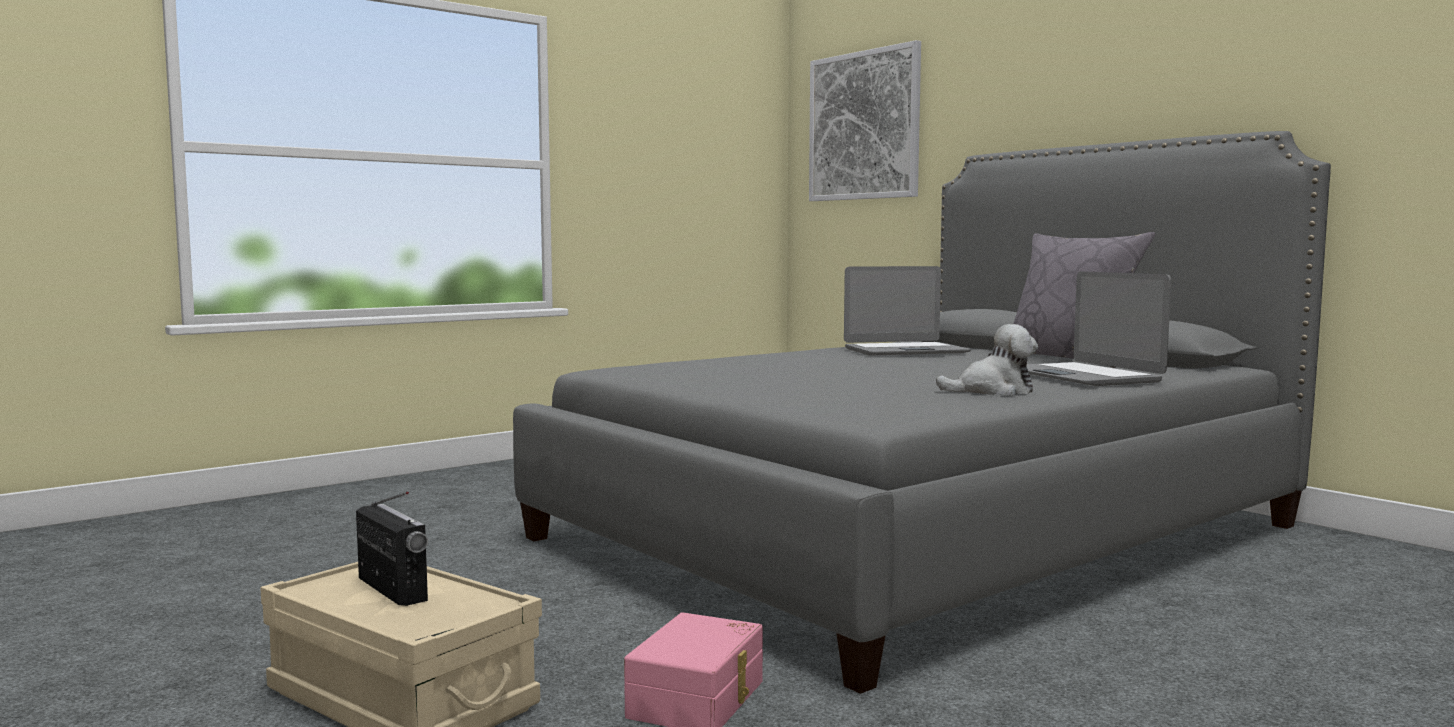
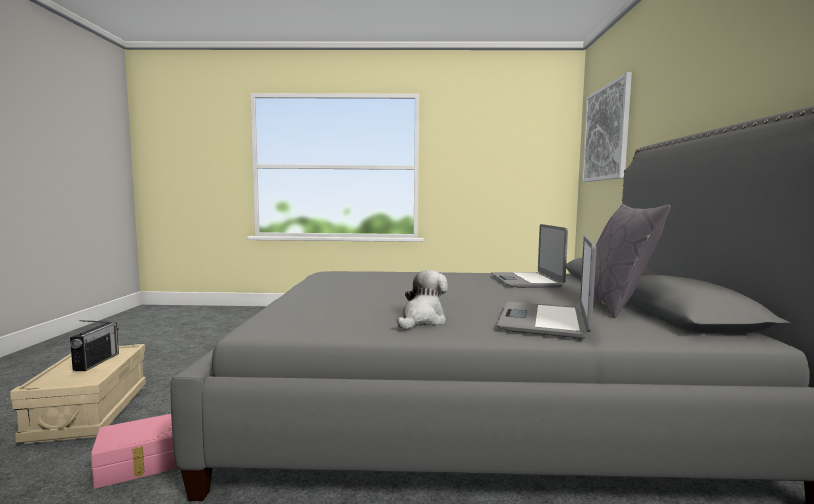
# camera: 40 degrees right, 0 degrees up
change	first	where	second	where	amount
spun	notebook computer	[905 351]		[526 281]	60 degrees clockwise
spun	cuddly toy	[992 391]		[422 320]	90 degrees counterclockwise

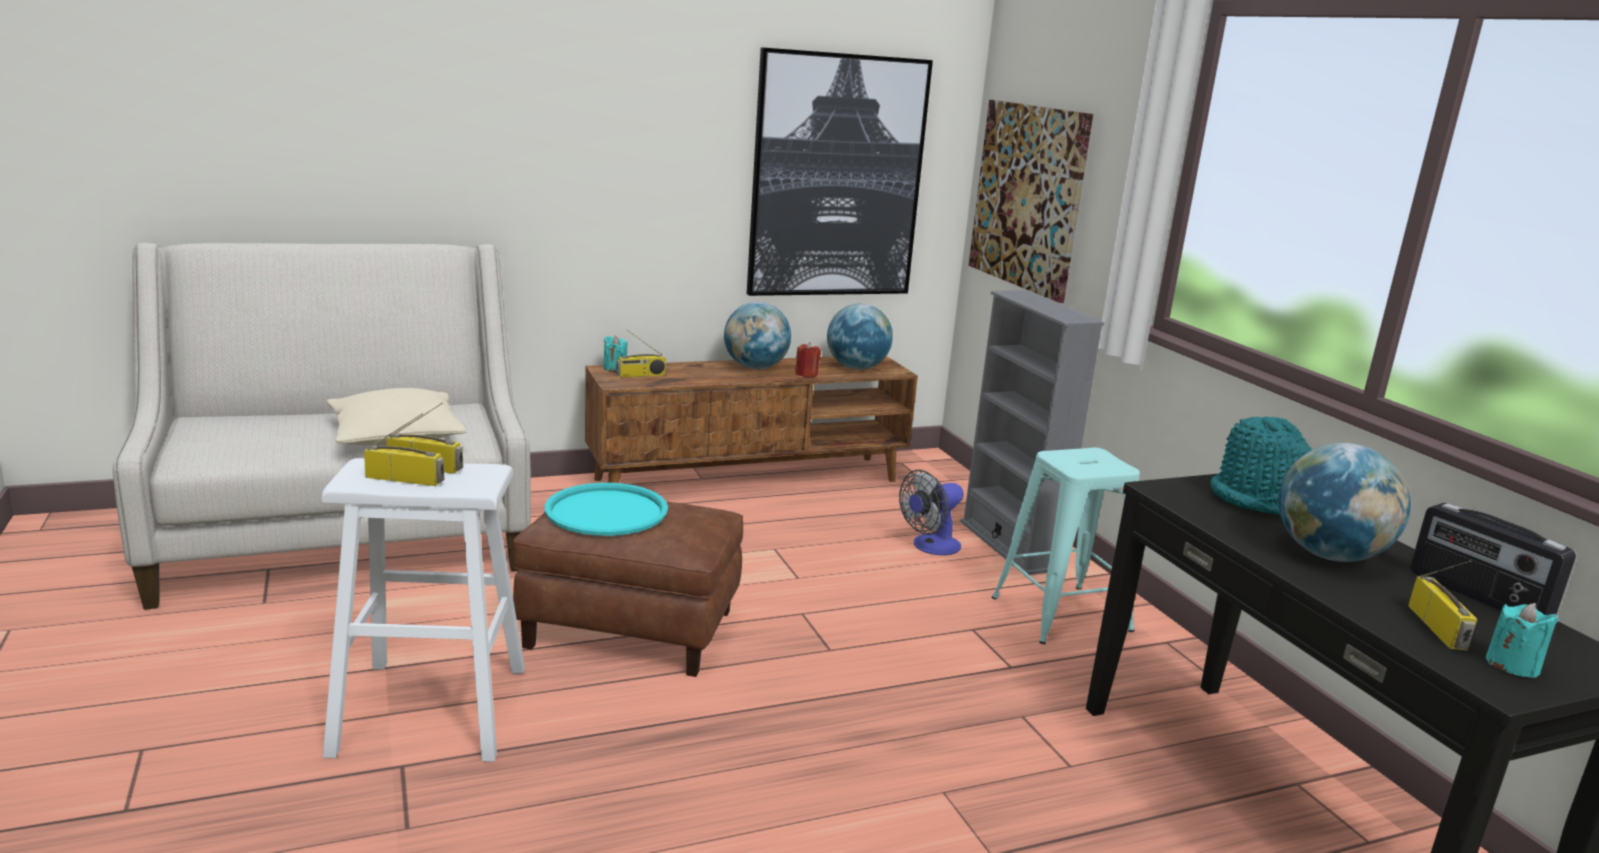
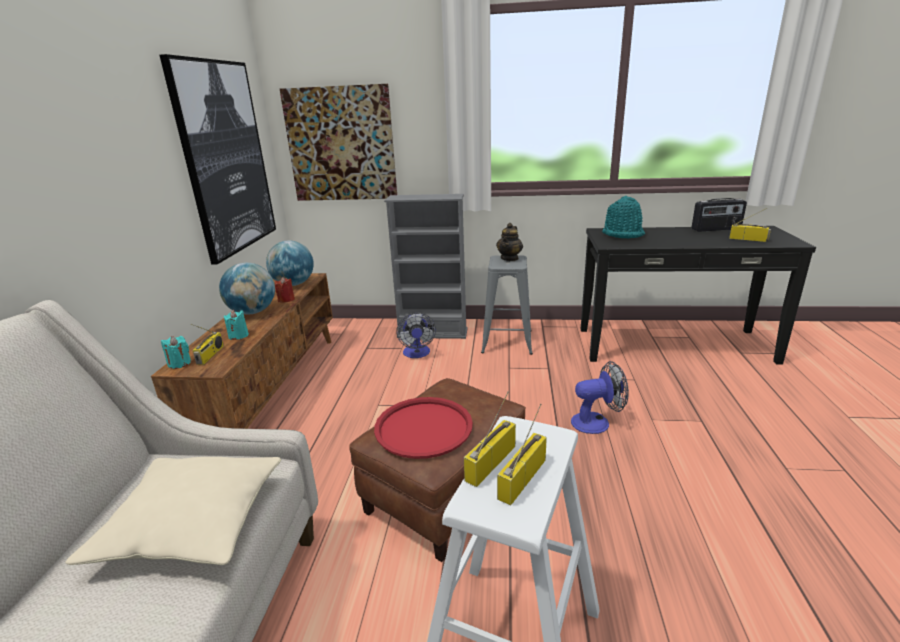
# camera: 60 degrees left, 5 degrees up
change	first	where	second	where	amount
colour	tray in blue-green	[607 511]	tray in red	[423 427]	
colour	stool seat in blue-green	[1061 614]	stool seat in greyish	[507 341]	
missing	world globe	[1329 555]			
relocated	wax light in blue-green	[1512 665]		[238 336]	
appeared			teapot	[509 258]	
appeared			cooling fan	[596 422]	

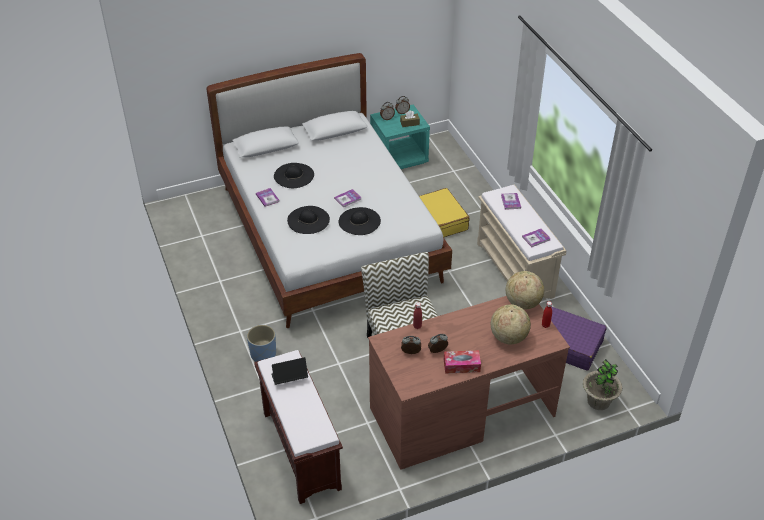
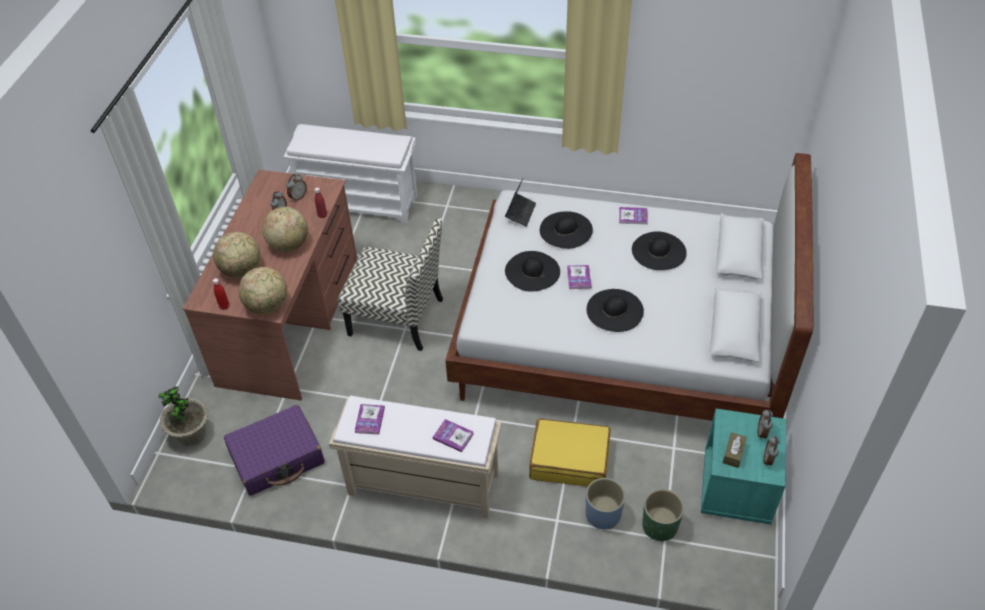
# camera: 125 degrees right, 5 degrees up
change	first	where	second	where	amount
relocated	flower pot in blue	[263 354]		[603 514]	
colour	long seat in brown-coloured	[300 449]	long seat in white	[360 202]	
relocated	notebook computer	[289 378]		[520 212]	
missing	box of tissues	[461 365]			
appeared			world globe	[289 244]	
appeared			hat in black-coloured	[615 310]	
appeared			flower pot in green	[660 526]	

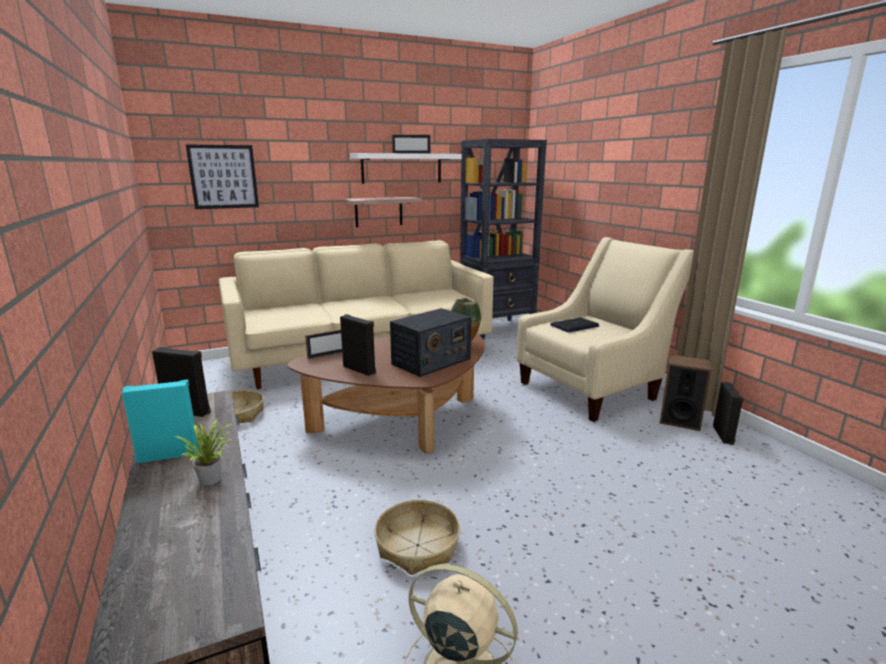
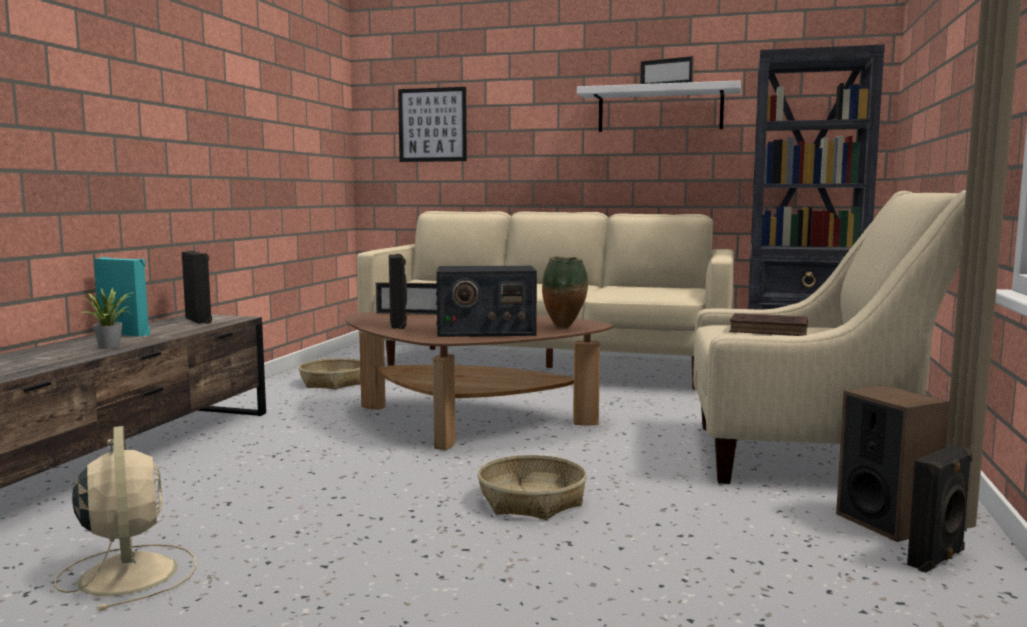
# camera: 40 degrees right, 10 degrees down
change	first	where	second	where	amount
missing	wall shelf	[378 212]			
relocated	household basket	[418 545]		[532 501]	
exchanged	notebook computer	[574 326]	volume in brown-coloured	[771 330]	

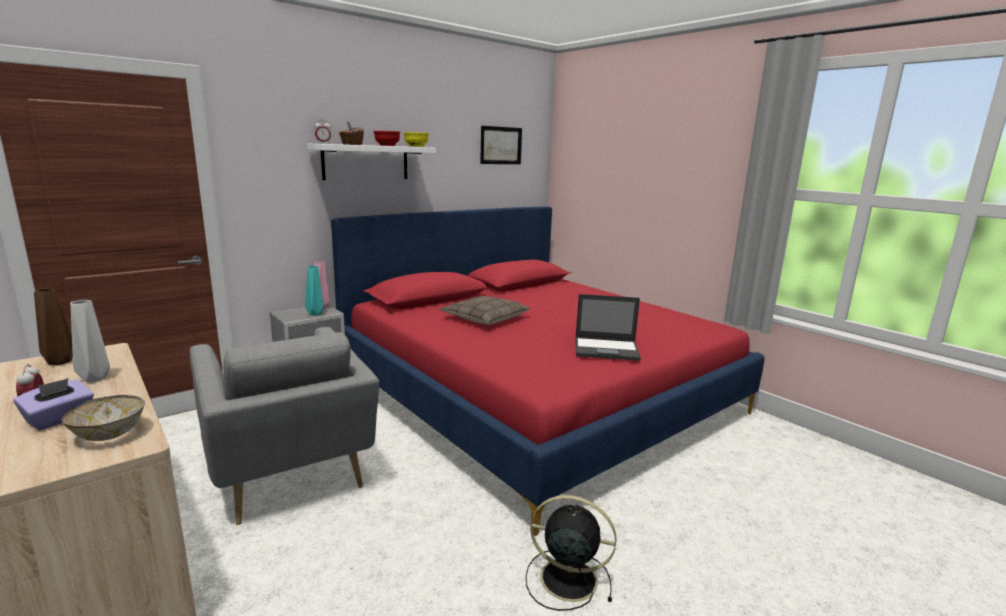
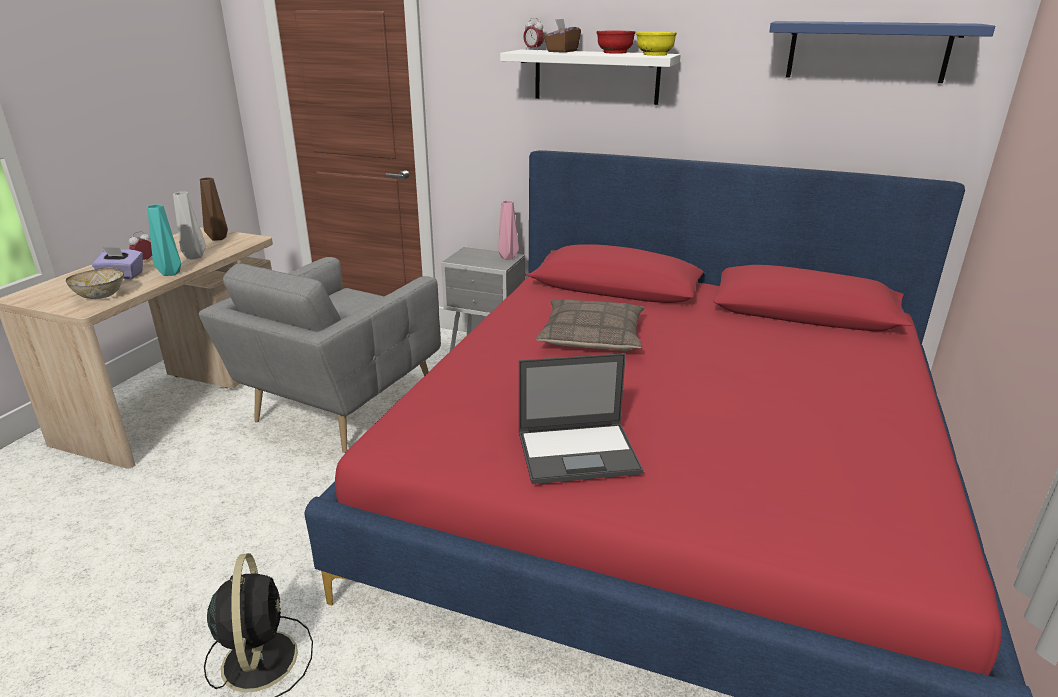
# camera: 60 degrees right, 10 degrees up
change	first	where	second	where	amount
relocated	decorative vase in blue-green	[316 314]		[170 273]	
exchanged	wall picture	[501 145]	wall shelf in blue	[867 51]	
spun	notebook computer	[607 349]		[579 452]	75 degrees counterclockwise

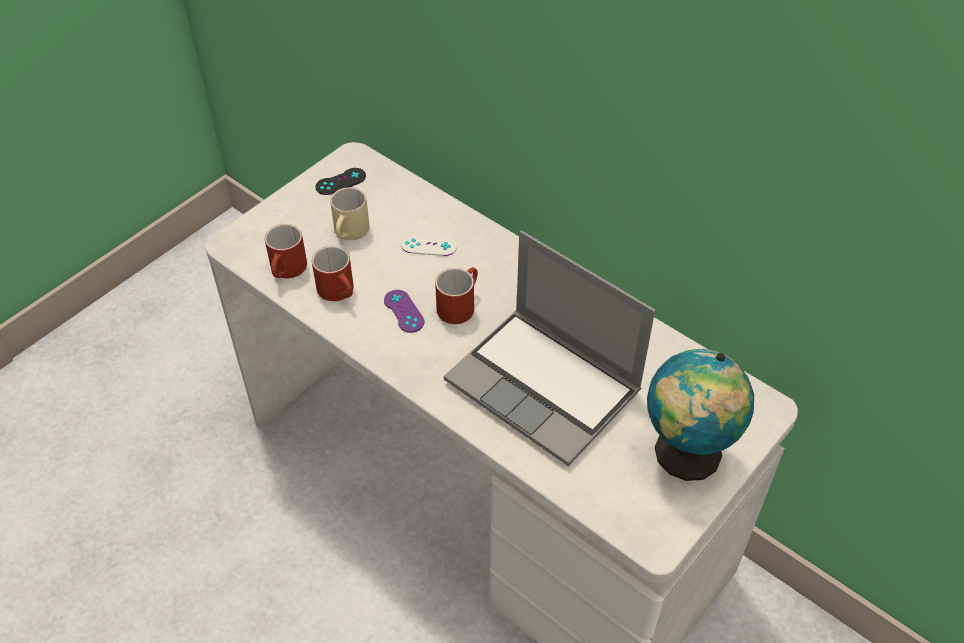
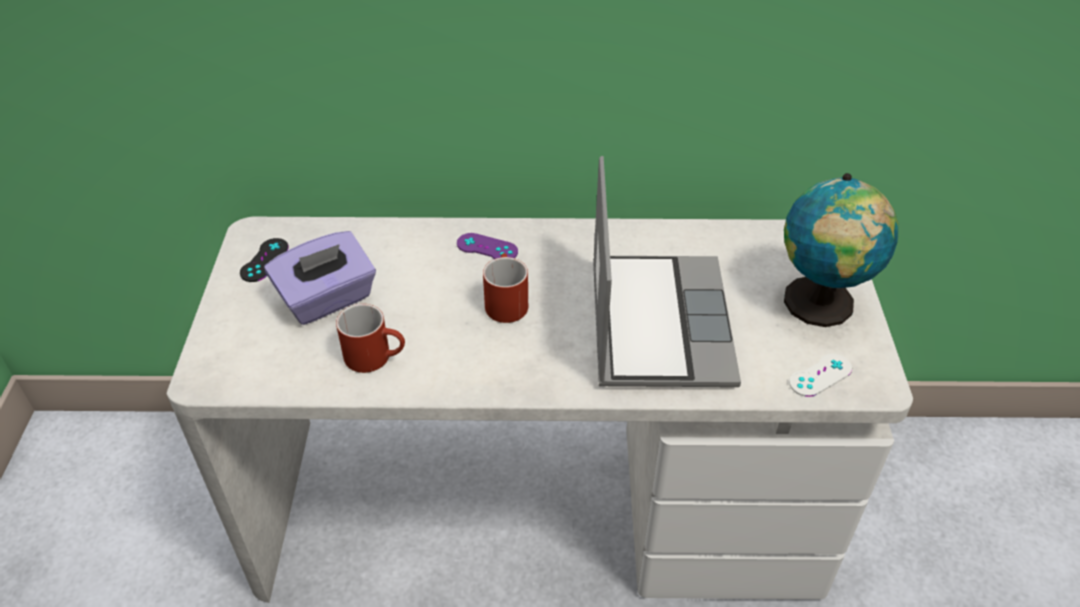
# camera: 40 degrees left, 5 degrees down
change	first	where	second	where	amount
missing	mug in red	[287 271]			
exchanged	mug in beige	[350 233]	box of tissues in purple-coloured	[327 299]	
relocated	game controller in purple-coloured	[404 311]		[487 248]	
relocated	game controller in white	[429 246]		[820 375]	
spun	notebook computer	[546 386]		[656 321]	90 degrees counterclockwise

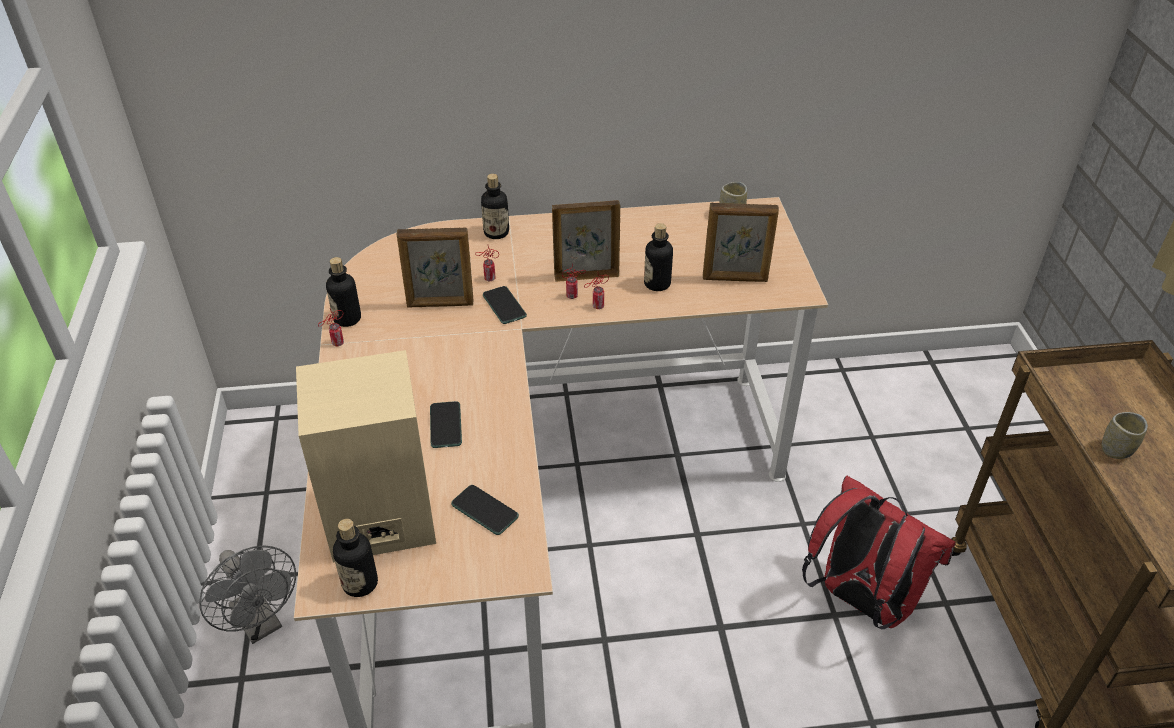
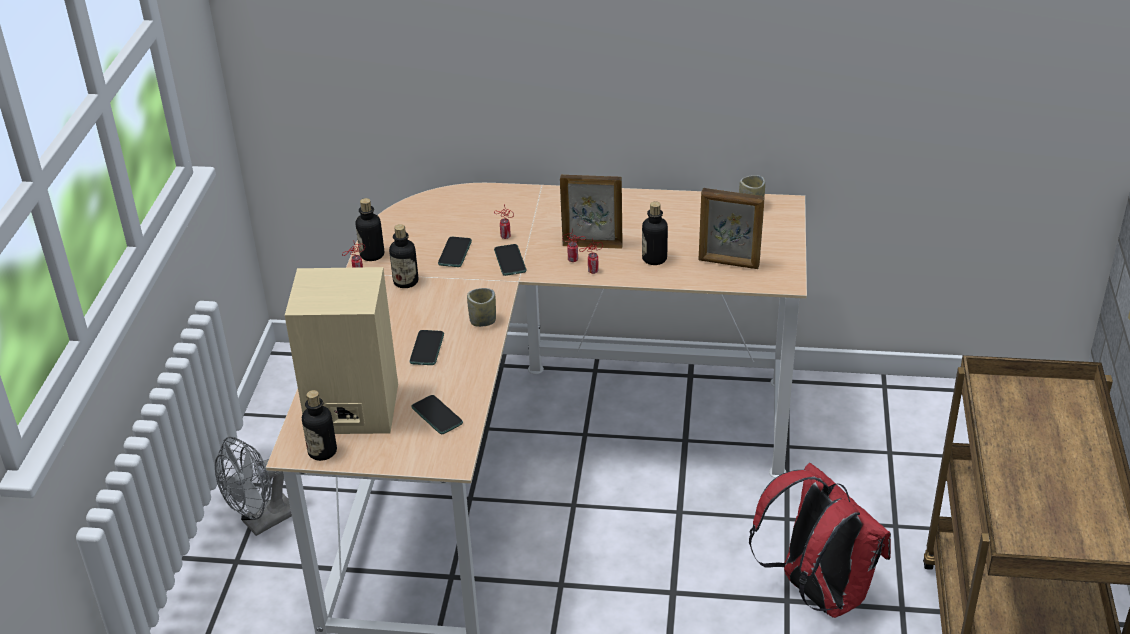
# camera: 15 degrees right, 5 degrees down
change	first	where	second	where	amount
spun	cooling fan in greyish	[261 624]		[262 522]	75 degrees clockwise
exchanged	standing frame	[440 304]	phone	[455 253]	
relocated	bottle	[496 232]		[406 281]	
relocated	cup	[1116 450]		[483 321]	

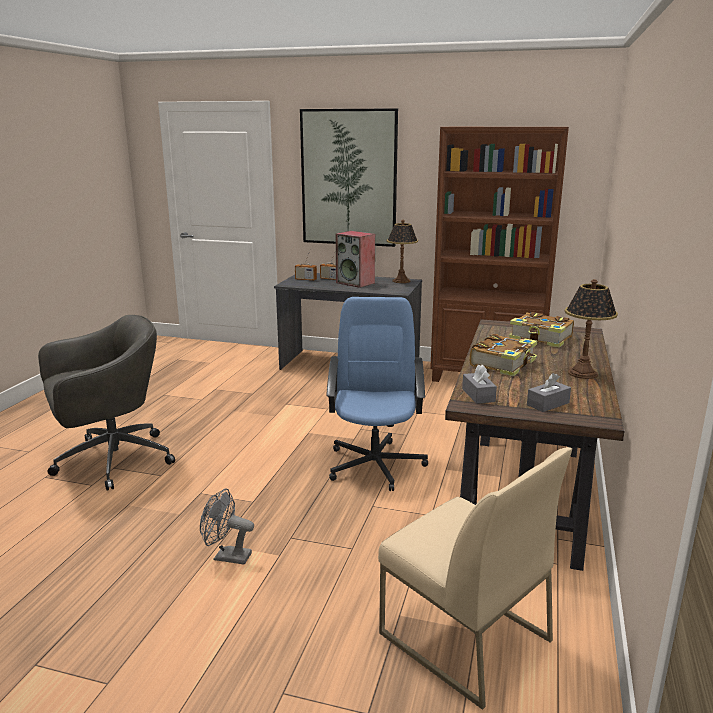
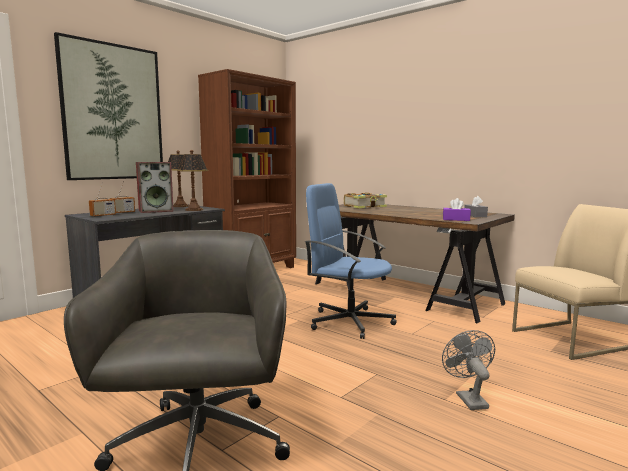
# camera: 65 degrees left, 10 degrees down
change	first	where	second	where	amount
spun	cooling fan in greyish	[227 556]		[468 398]	135 degrees clockwise
colour	box of tissues in greyish	[478 395]	box of tissues in purple-coloured	[456 219]	
missing	volume	[504 364]			
relocated	lamp for a table	[583 373]		[194 210]	

